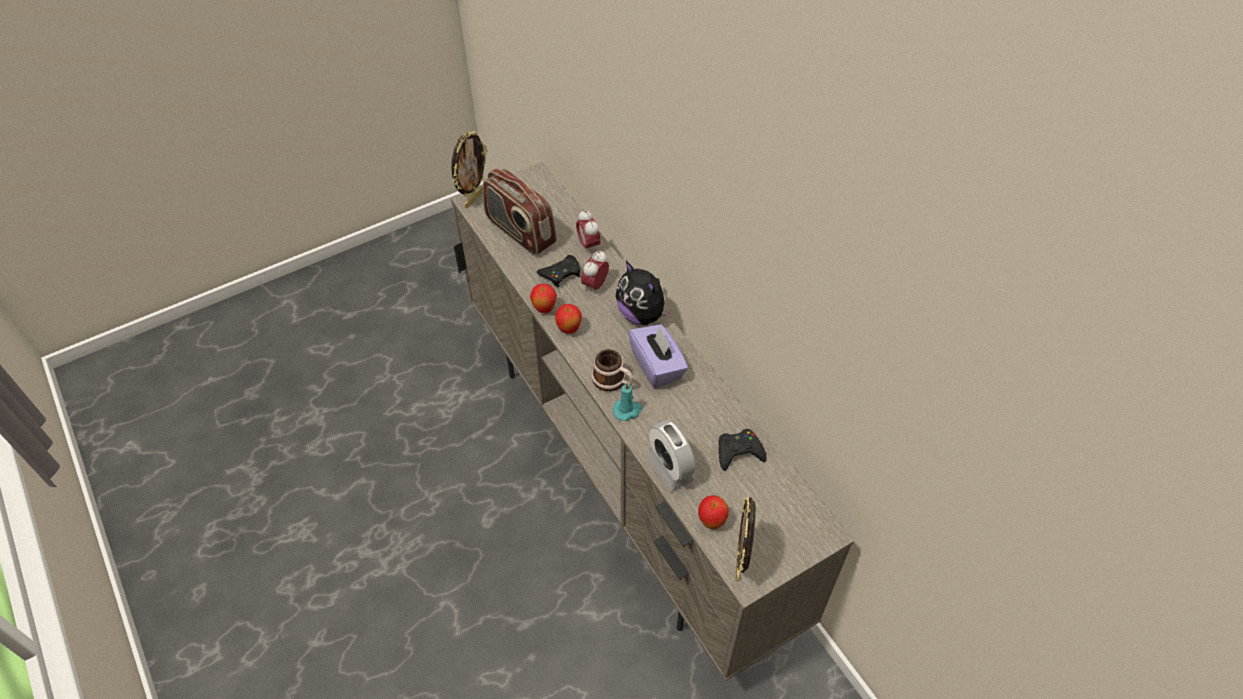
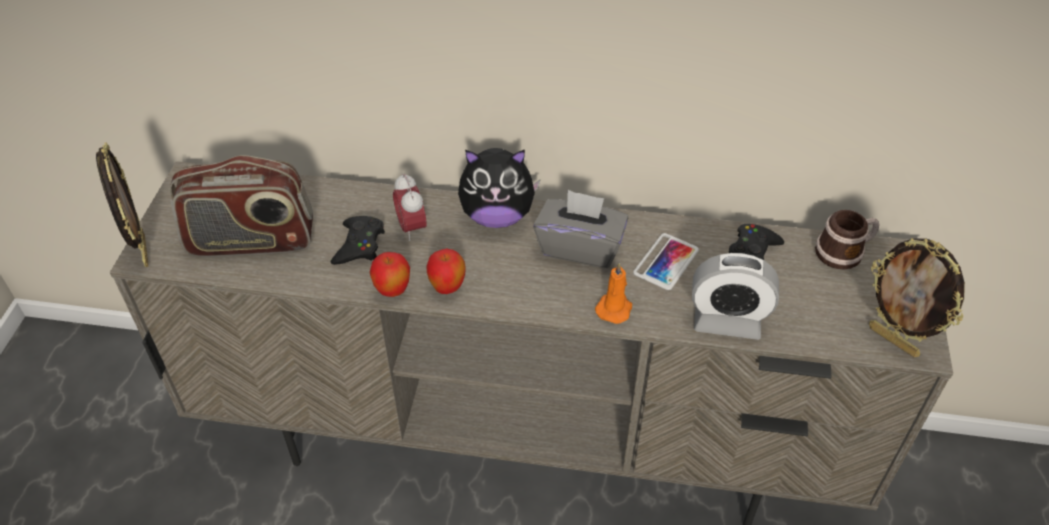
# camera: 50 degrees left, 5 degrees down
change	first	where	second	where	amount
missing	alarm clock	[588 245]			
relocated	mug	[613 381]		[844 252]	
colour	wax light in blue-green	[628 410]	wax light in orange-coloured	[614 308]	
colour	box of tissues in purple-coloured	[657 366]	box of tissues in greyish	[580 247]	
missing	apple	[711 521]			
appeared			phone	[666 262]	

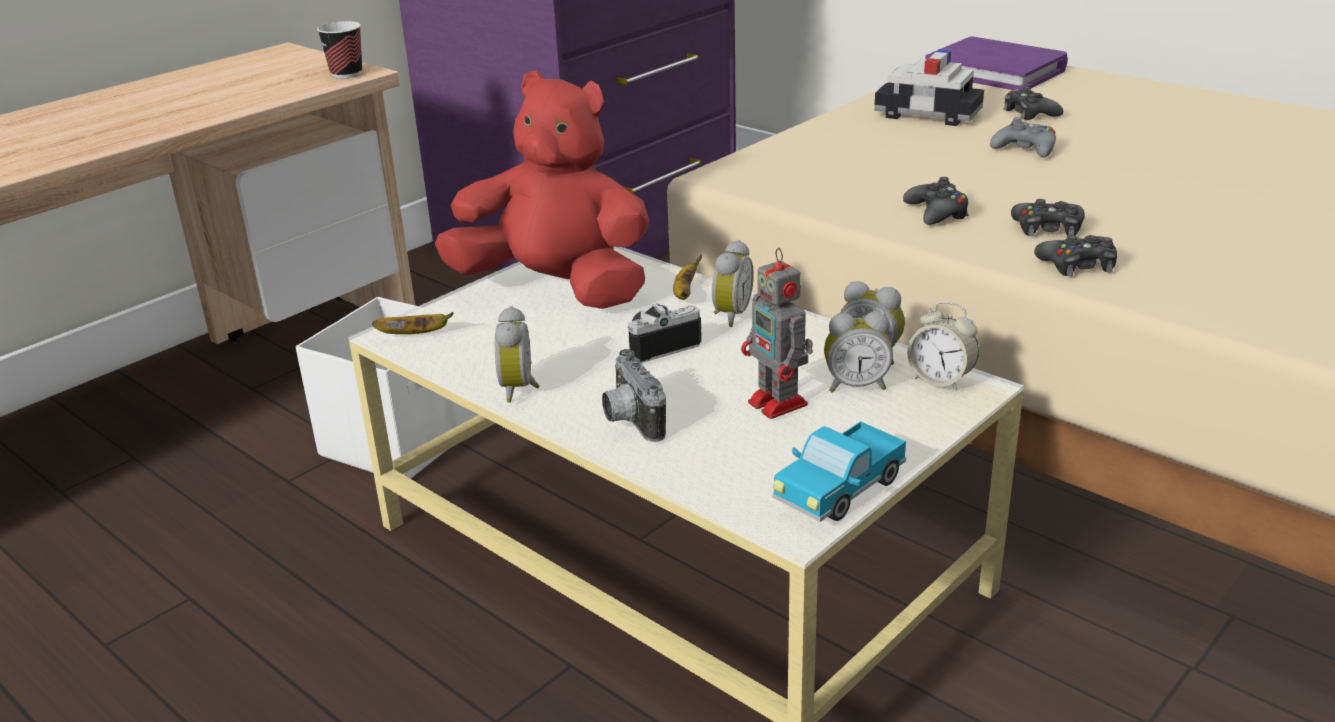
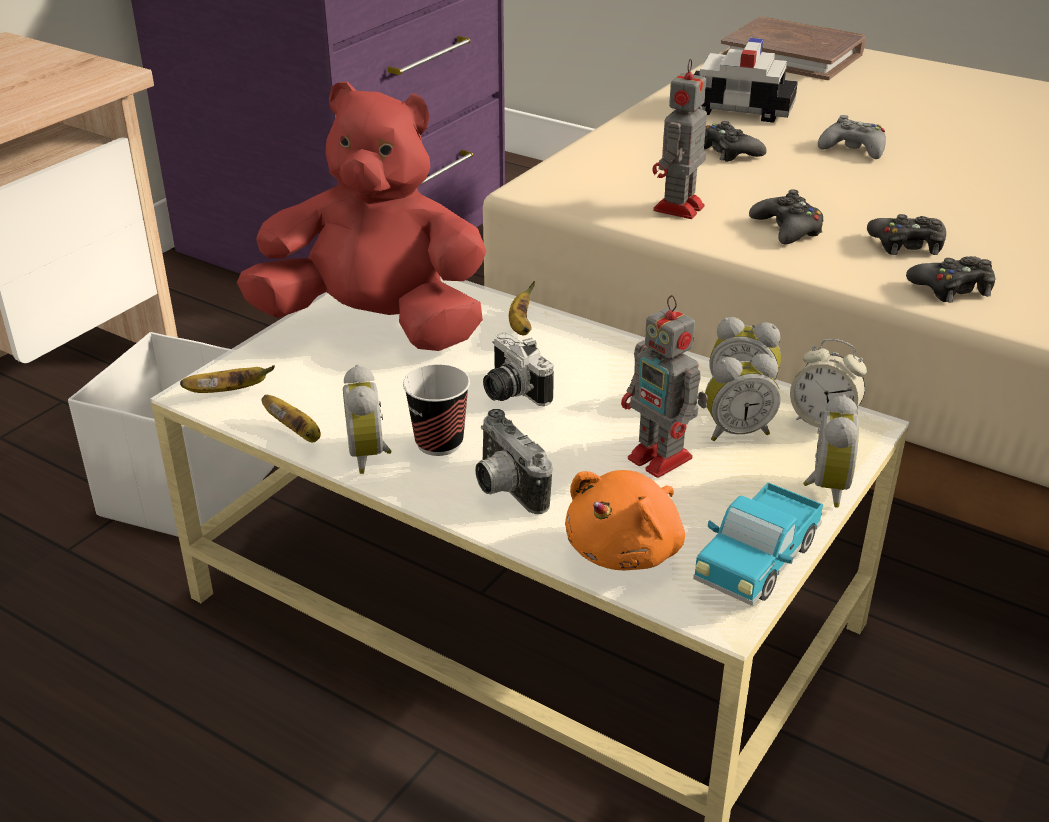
# camera: 10 degrees left, 5 degrees up
change	first	where	second	where	amount
relocated	cup	[346 74]		[439 442]	
spun	still camera	[658 345]		[510 392]	90 degrees counterclockwise
relocated	alarm clock	[729 315]		[824 487]	
colour	volume in purple-coloured	[996 71]	volume in brown-coloured	[792 55]	
relocated	game controller in black-coloured	[1030 113]		[729 151]	
appeared			banana	[296 433]	
appeared			cuddly toy in orange-coloured	[627 550]	
appeared			toy robot	[677 209]	

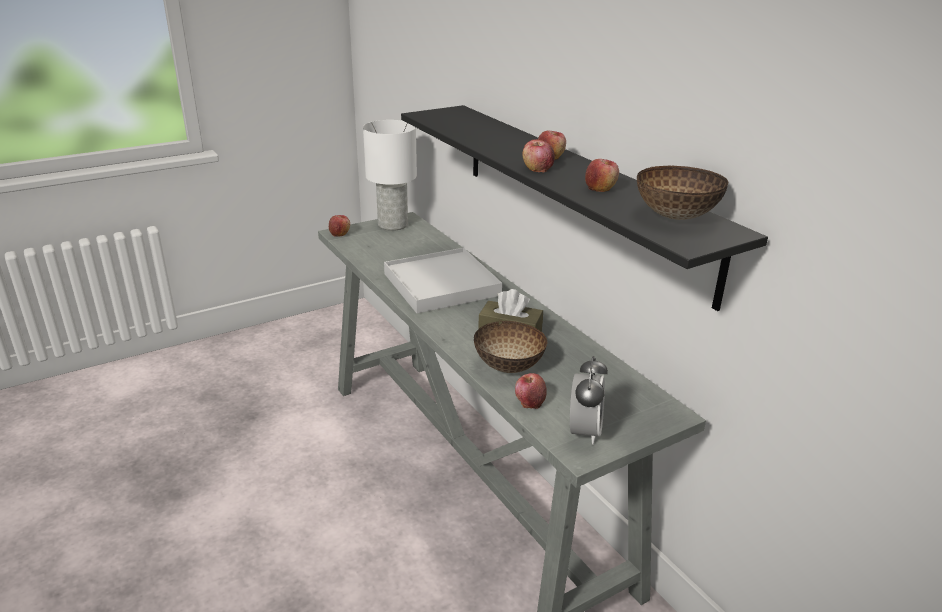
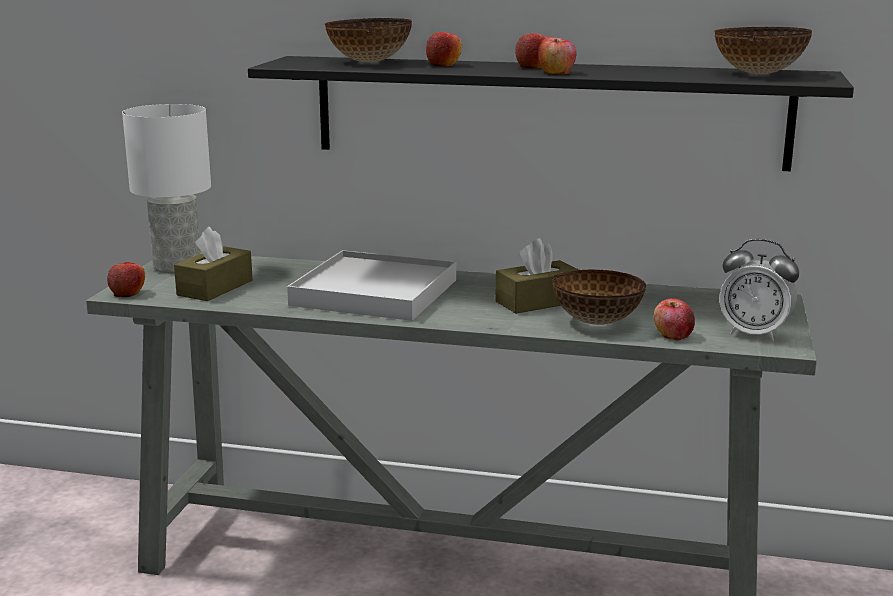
# camera: 45 degrees left, 10 degrees down
change	first	where	second	where	amount
spun	alarm clock	[584 431]		[754 334]	150 degrees clockwise
relocated	apple	[600 188]		[443 64]	
appeared			box of tissues in brown-coloured	[215 288]	
appeared			bowl	[368 62]	

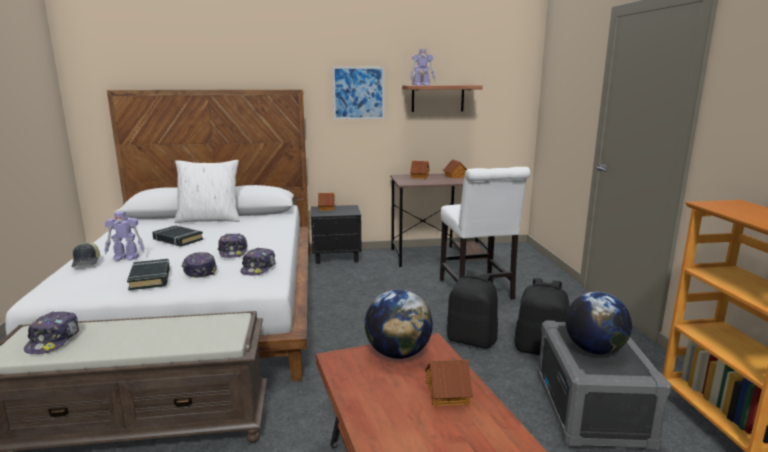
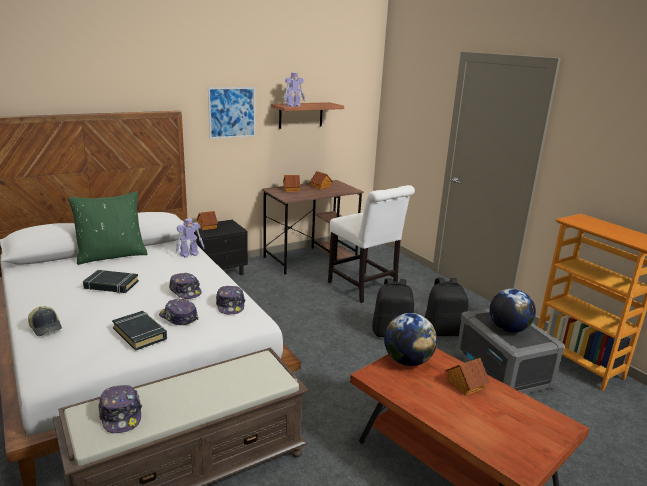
# camera: 25 degrees left, 5 degrees up
change	first	where	second	where	amount
relocated	toy robot	[127 258]		[190 254]	
colour	pillow in white	[209 219]	pillow in green	[111 255]	

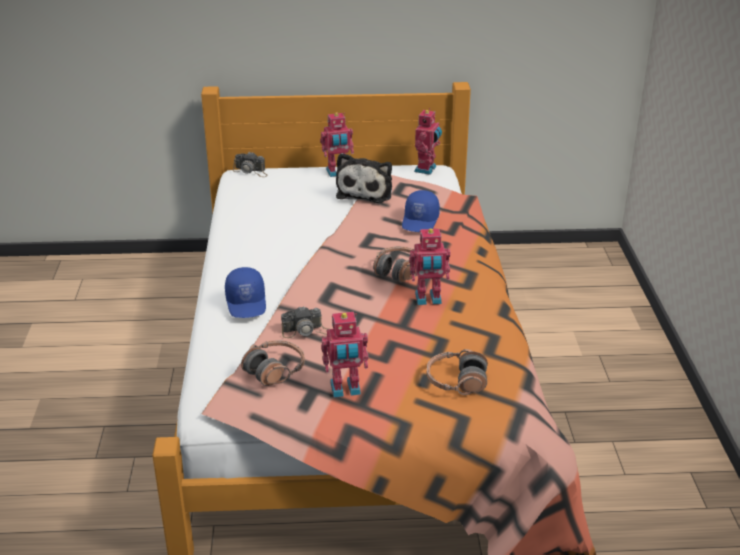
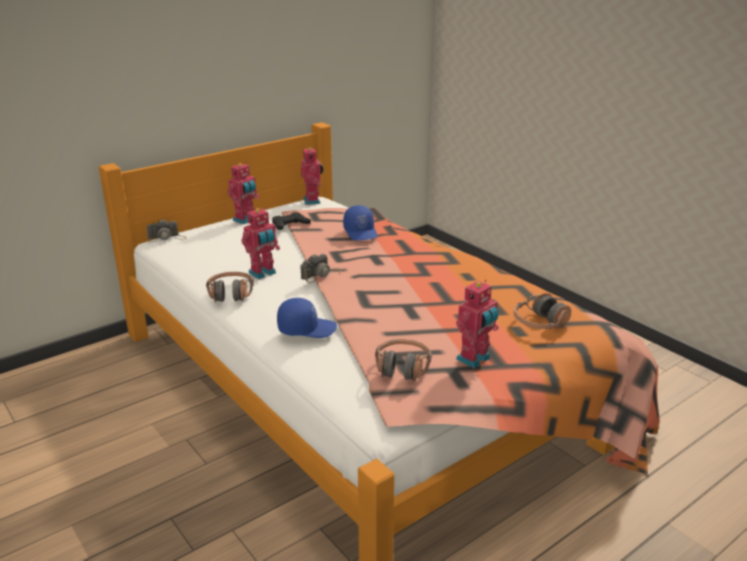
# camera: 35 degrees left, 5 degrees down
change	first	where	second	where	amount
spun	baseball cap in blue	[247 303]		[307 328]	45 degrees counterclockwise
relocated	still camera	[306 331]		[321 274]	
exchanged	cuddly toy	[366 191]	game controller in black-coloured	[290 225]	
relocated	pair of headphones	[398 271]		[230 294]	
relocated	toy robot	[428 299]		[263 273]	

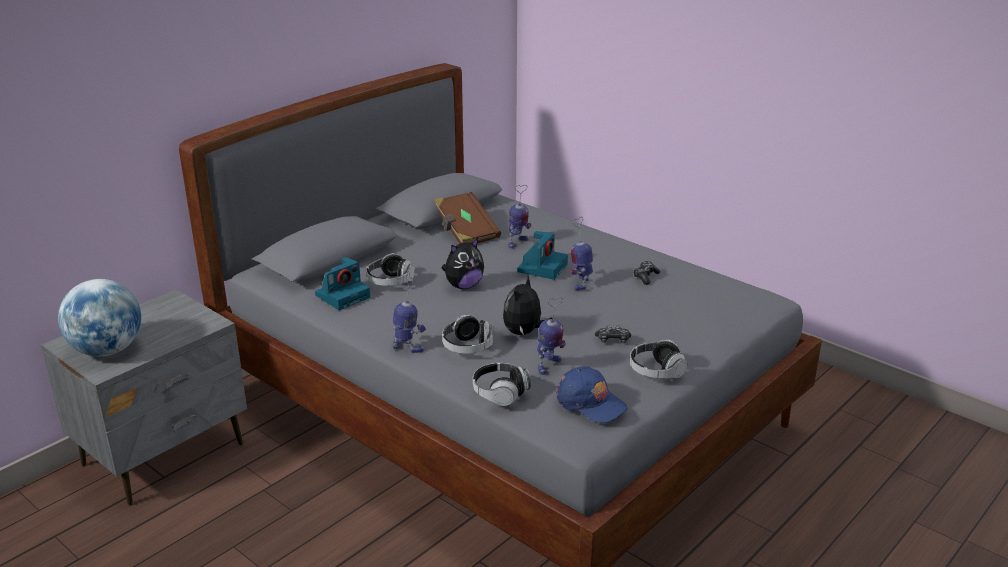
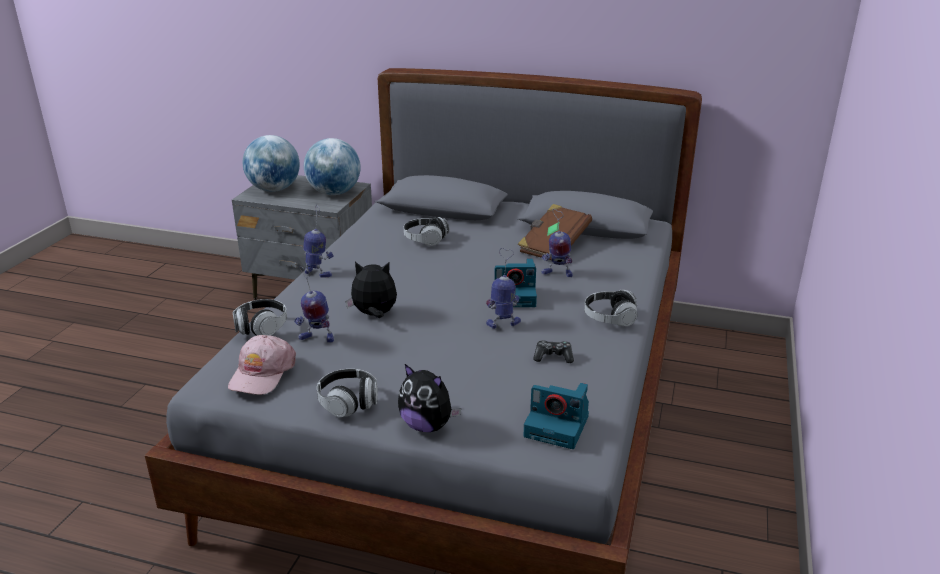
# camera: 65 degrees right, 0 degrees up
change	first	where	second	where	amount
relocated	still camera	[343 295]		[558 426]	
spun	toy robot	[407 348]		[318 273]	60 degrees counterclockwise
relocated	cuddly toy	[463 286]		[427 425]	
relocated	pair of headphones	[468 347]		[609 318]	
colour	baseball cap in blue	[590 402]	baseball cap in pink-coloured	[262 373]	
missing	game controller	[613 340]			
appeared			world globe	[334 193]	

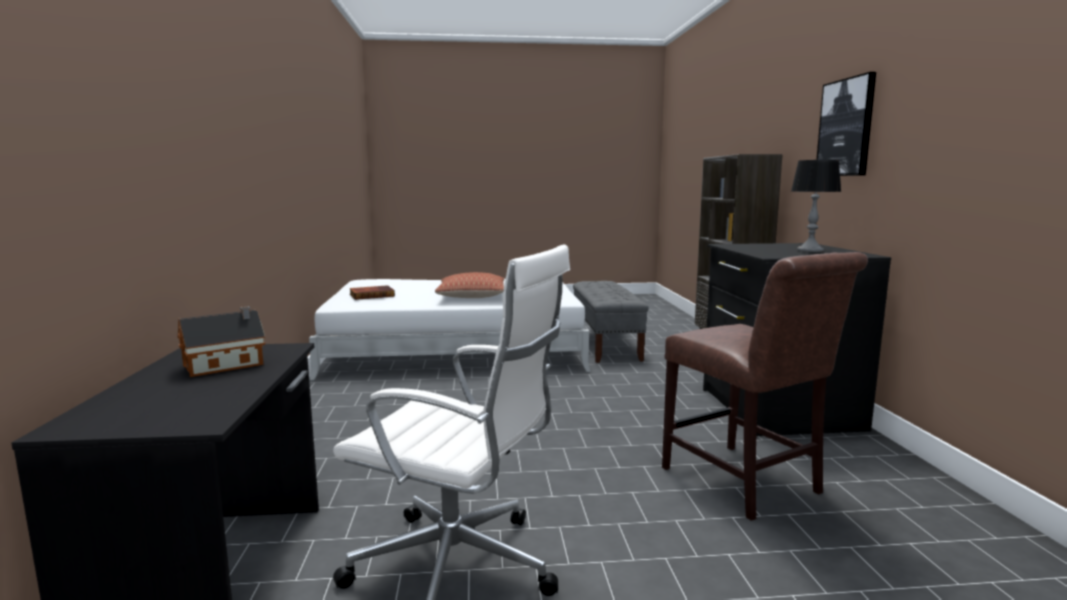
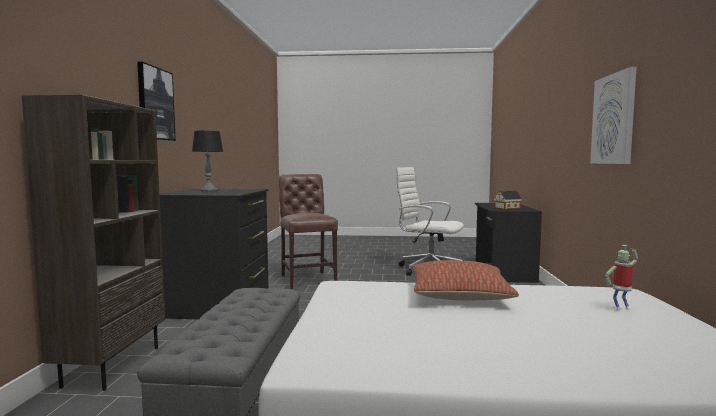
# camera: 170 degrees left, 5 degrees down
change	first	where	second	where	amount
exchanged	volume	[372 295]	toy robot	[620 308]	
appeared			wall picture	[614 119]	

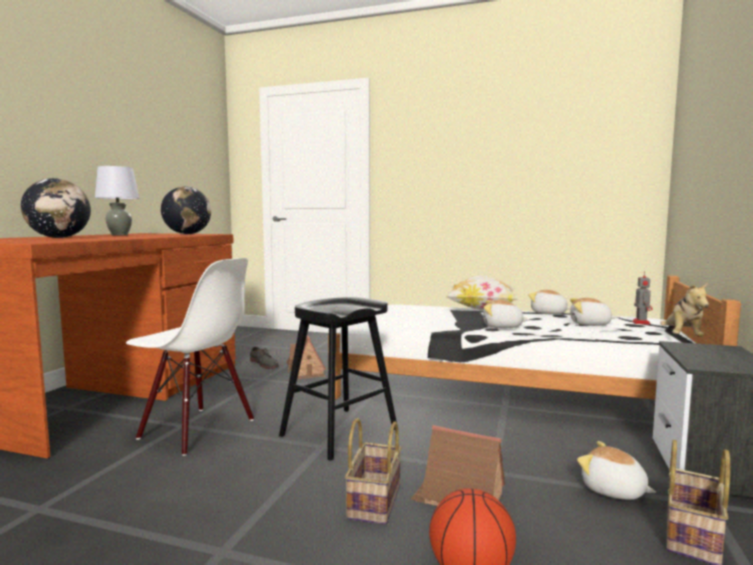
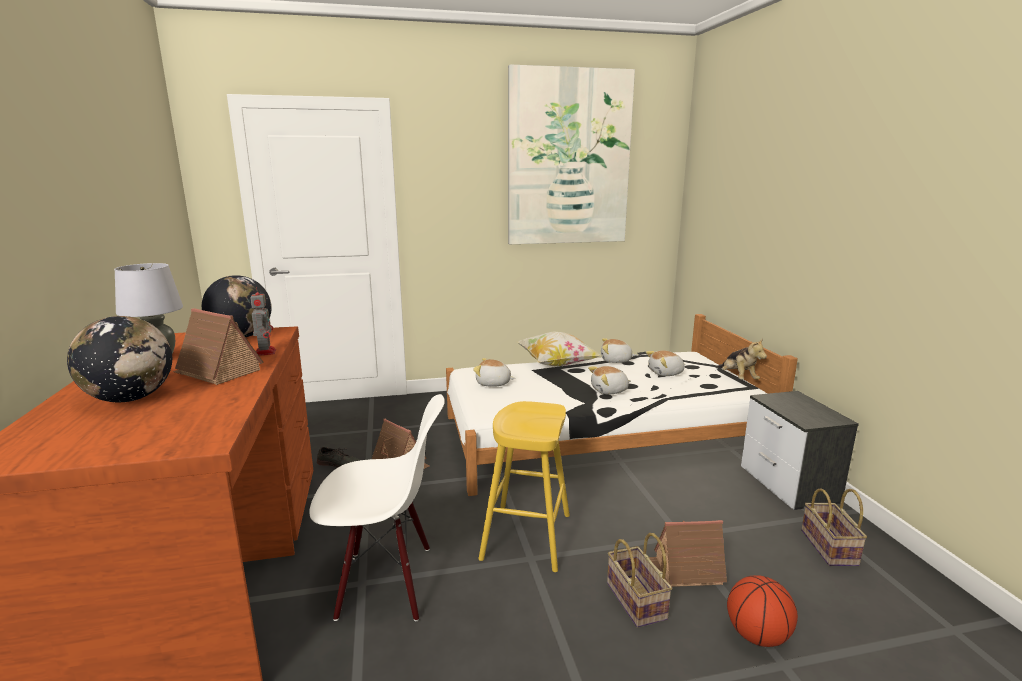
# camera: 30 degrees left, 10 degrees up
change	first	where	second	where	amount
colour	stool seat in black-coloured	[339 432]	stool seat in yellowish	[526 536]	
relocated	cuddly toy	[613 491]		[493 383]	
relocated	toy robot	[640 322]		[265 352]	
appeared			toy house	[218 371]	
appeared			wall picture	[569 158]	

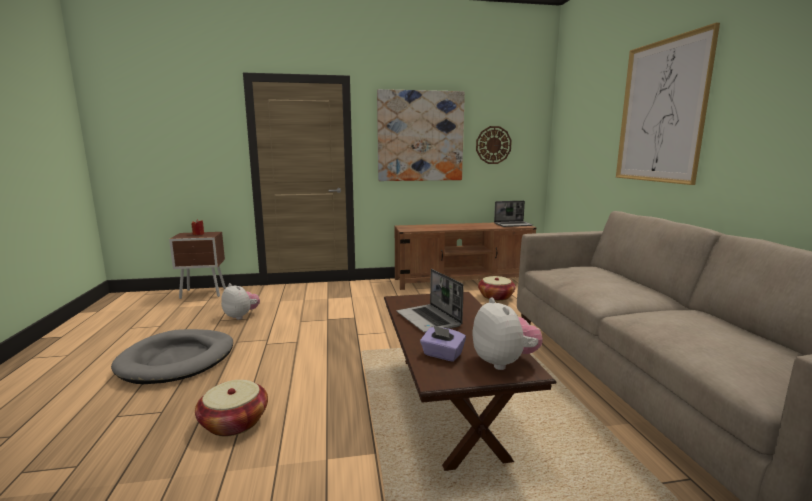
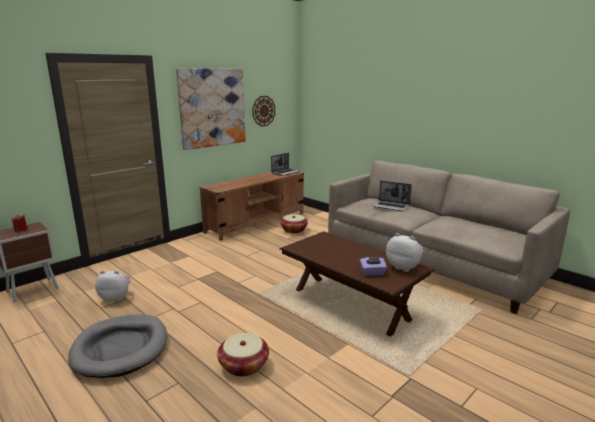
# camera: 35 degrees left, 5 degrees up
change	first	where	second	where	amount
relocated	notebook computer	[429 320]		[391 207]	
missing	wall picture	[661 112]			

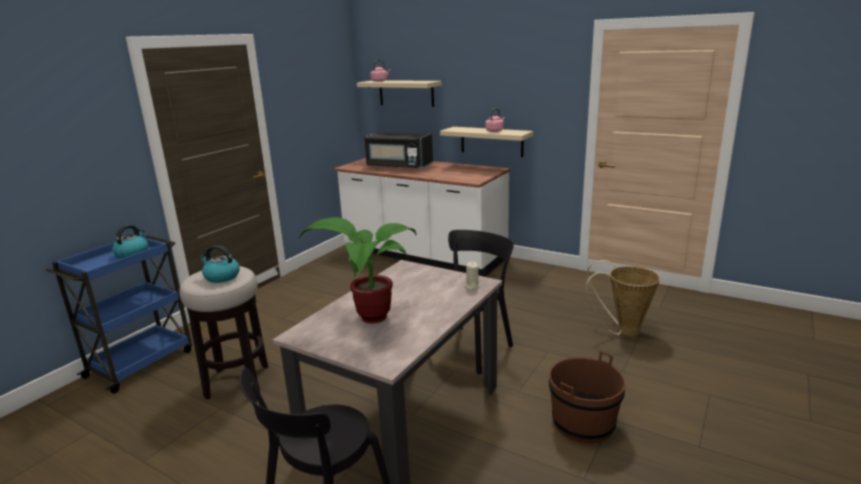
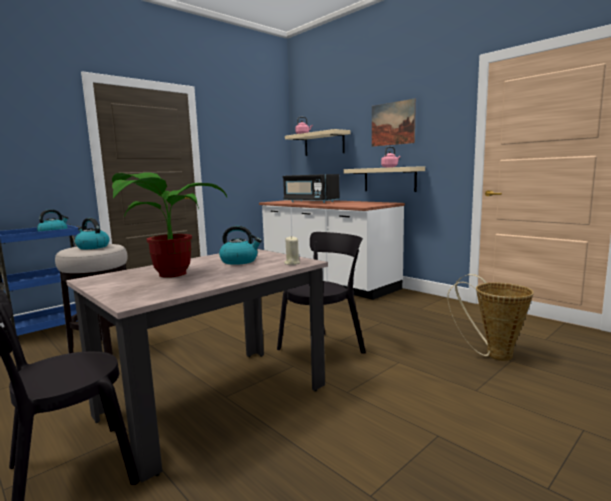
# camera: 15 degrees right, 10 degrees down
change	first	where	second	where	amount
missing	pail in brown-coloured	[583 423]			
appeared			water kettle	[240 261]	
appeared			wall picture	[392 123]	

